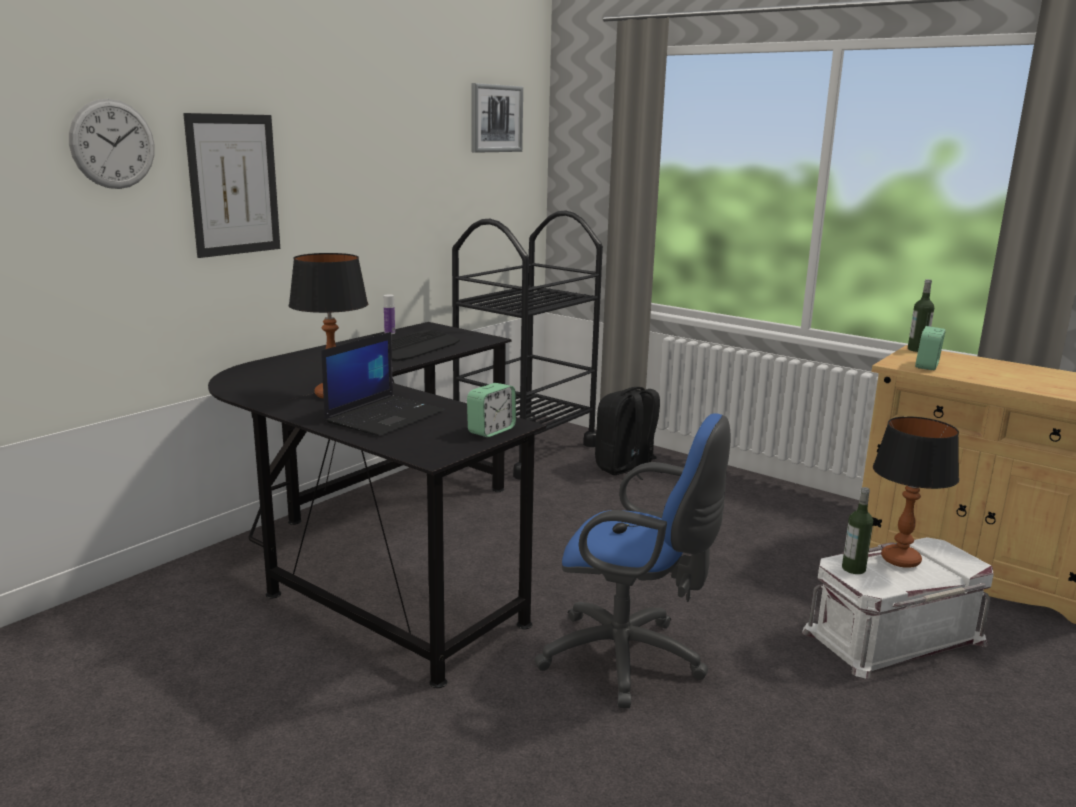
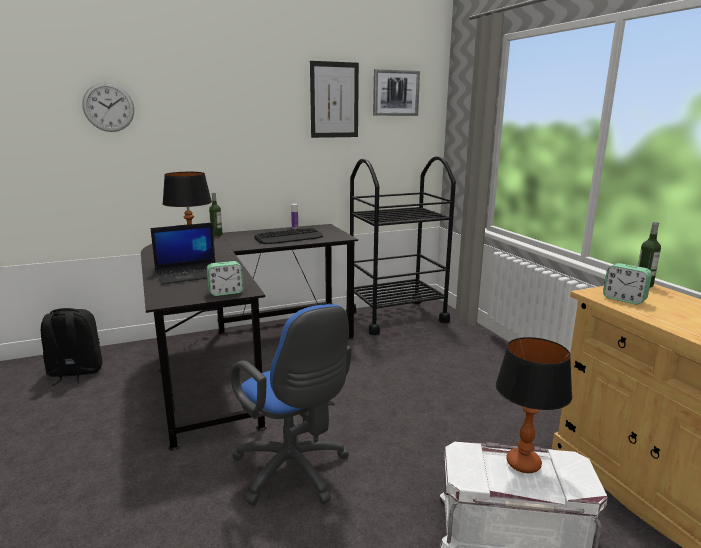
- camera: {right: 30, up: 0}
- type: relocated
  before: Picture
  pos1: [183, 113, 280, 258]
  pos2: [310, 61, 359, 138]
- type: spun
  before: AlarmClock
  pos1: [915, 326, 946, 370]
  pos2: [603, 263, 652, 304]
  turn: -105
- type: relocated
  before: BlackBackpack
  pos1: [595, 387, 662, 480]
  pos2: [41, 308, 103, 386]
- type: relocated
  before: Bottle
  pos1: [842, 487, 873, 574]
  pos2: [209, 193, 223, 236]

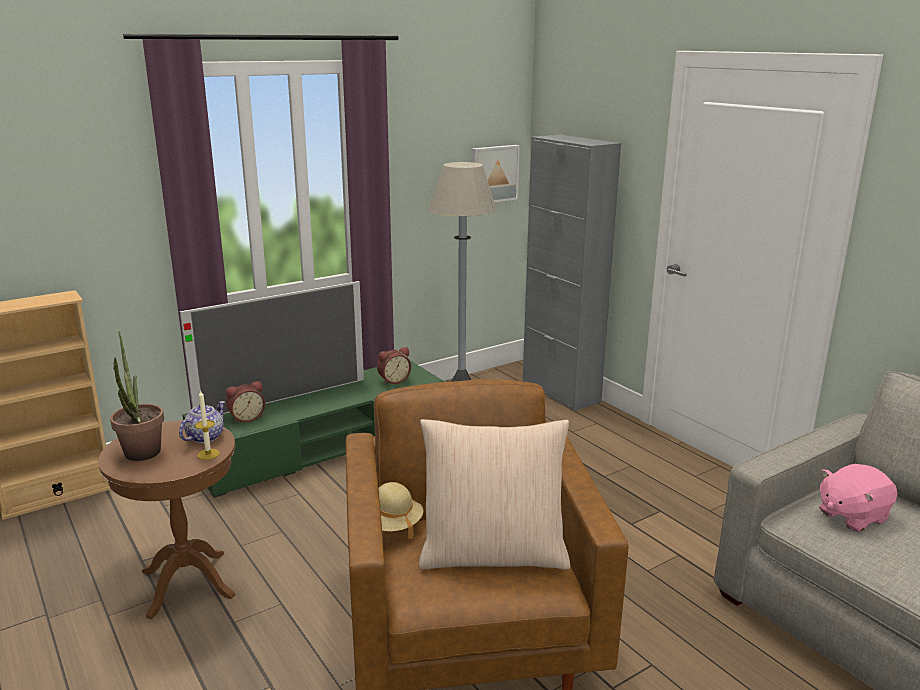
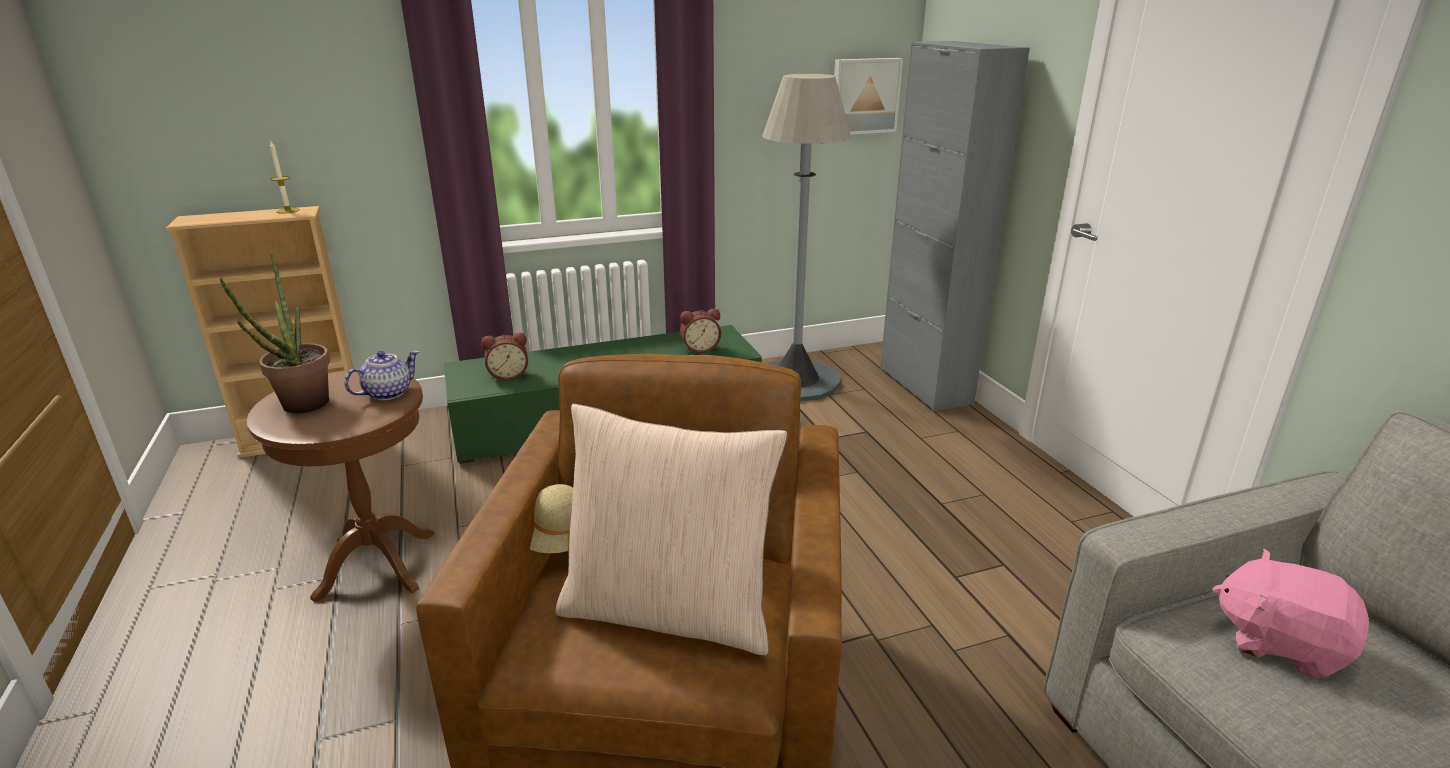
- camera: {right: 15, up: 5}
- type: missing
  before: Television
  pos1: [180, 281, 364, 414]
- type: relocated
  before: Candle
  pos1: [195, 389, 220, 460]
  pos2: [270, 141, 300, 214]
- type: spun
  before: PinkPlushToy
  pos1: [819, 464, 897, 532]
  pos2: [1212, 549, 1369, 678]
  turn: 45

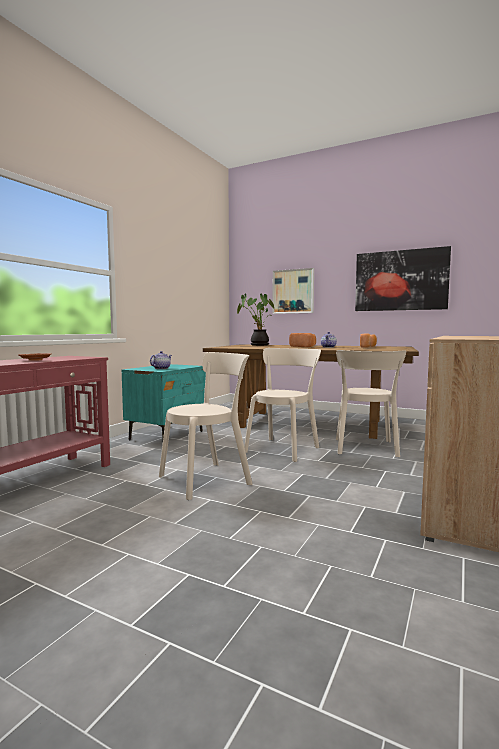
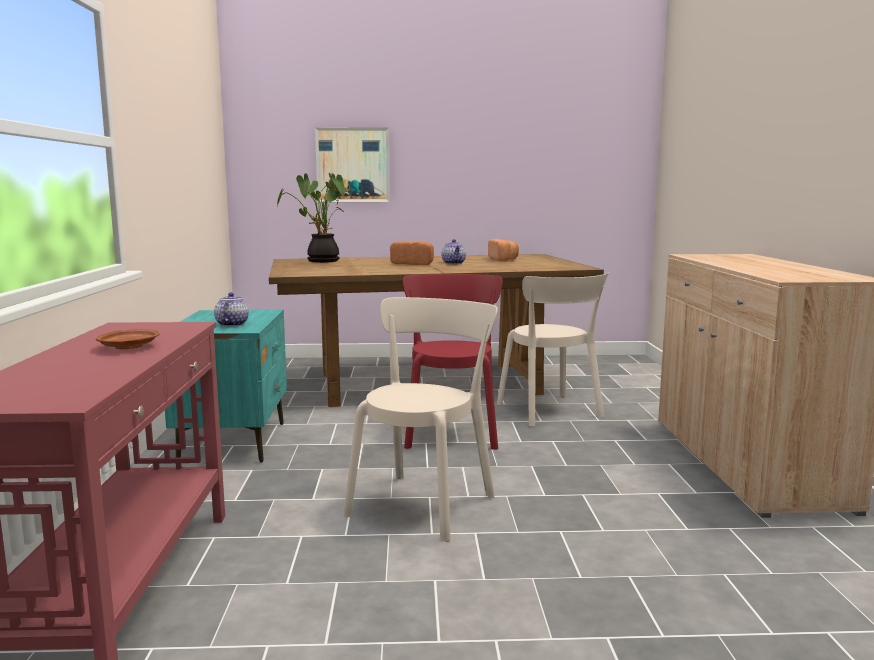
- camera: {right: -30, up: 5}
- type: missing
  before: Picture
  pos1: [355, 246, 451, 311]
- type: colour
  before: BeigeChair
  after: RedChair
  pos1: [244, 348, 321, 462]
  pos2: [403, 274, 503, 450]

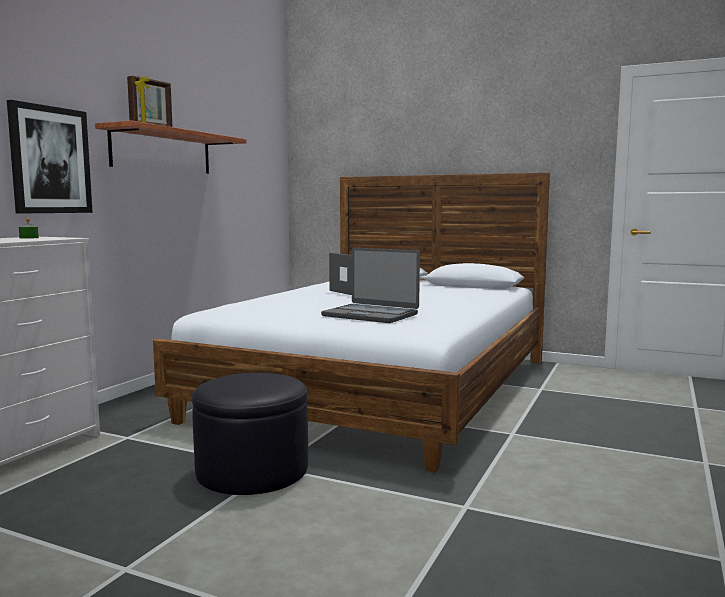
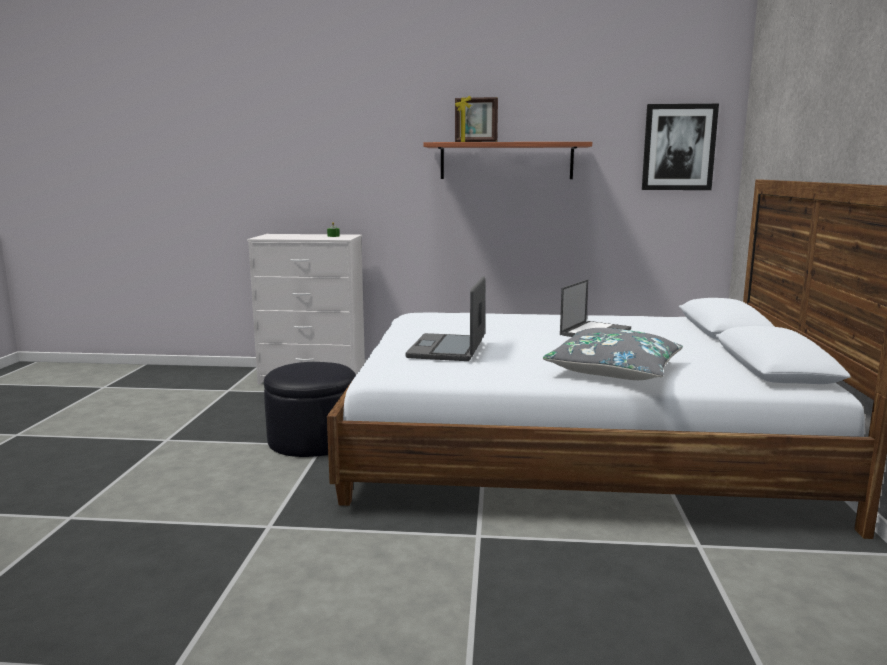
- camera: {right: 70, up: 5}
- type: relocated
  before: Picture
  pos1: [7, 100, 93, 214]
  pos2: [642, 104, 719, 190]
- type: appeared
  after: GreyPillow
  pos2: [543, 328, 683, 380]

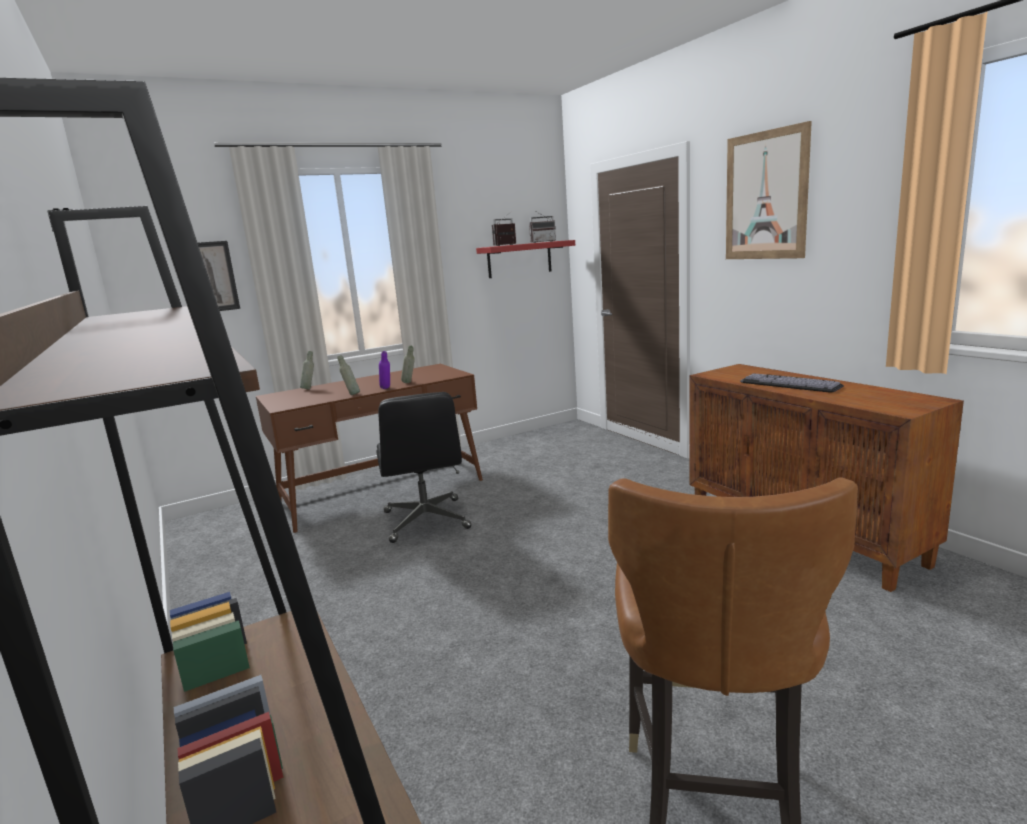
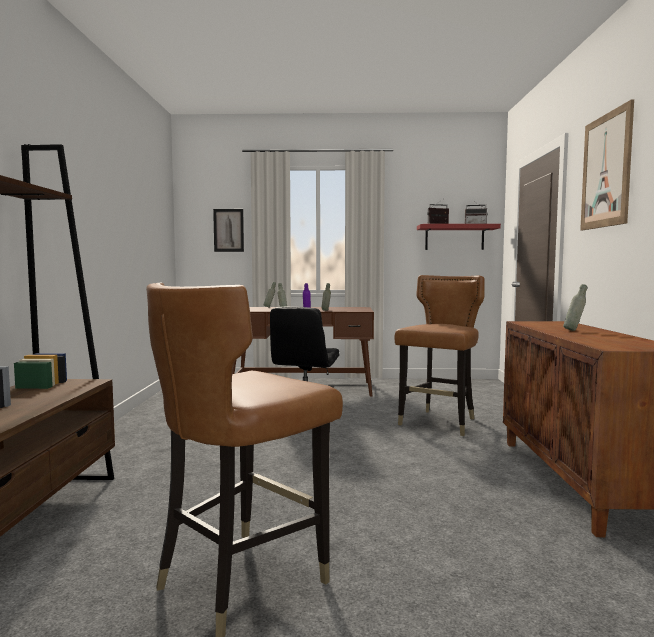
- camera: {right: 30, up: -10}
- type: exchanged
  before: Keyboard
  after: GreyBottle
  pos1: [740, 373, 844, 393]
  pos2: [563, 284, 587, 331]
- type: appeared
  after: BrownChair
  pos2: [394, 275, 485, 436]

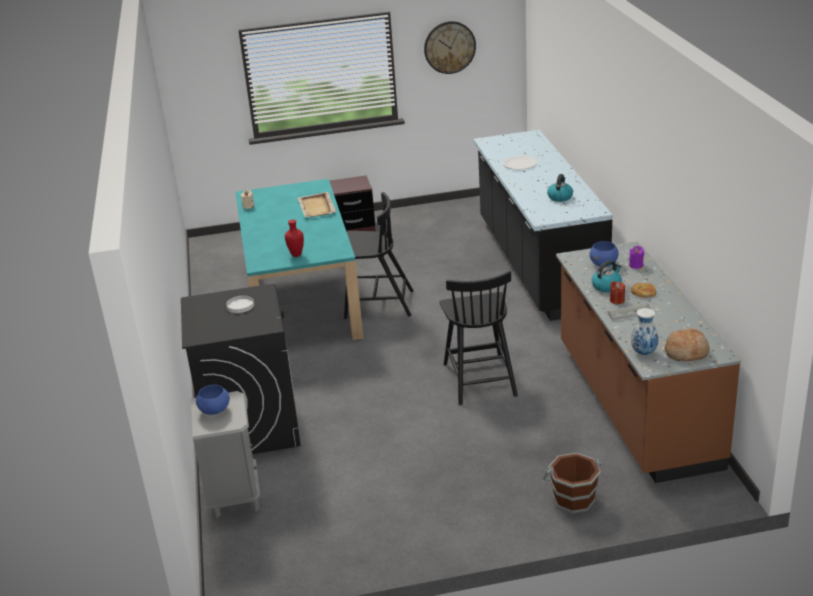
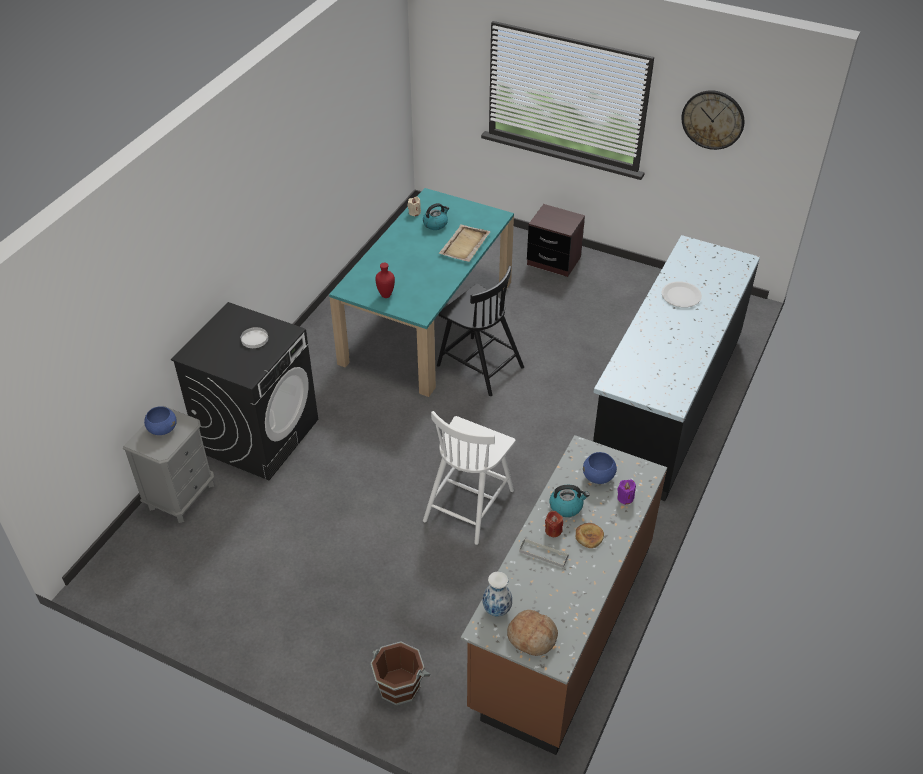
- camera: {right: 35, up: 15}
- type: relocated
  before: Kettle
  pos1: [547, 174, 573, 202]
  pos2: [423, 203, 449, 230]
- type: colour
  before: BlackChair
  after: WhiteChair
  pos1: [439, 271, 518, 405]
  pos2: [423, 411, 516, 545]

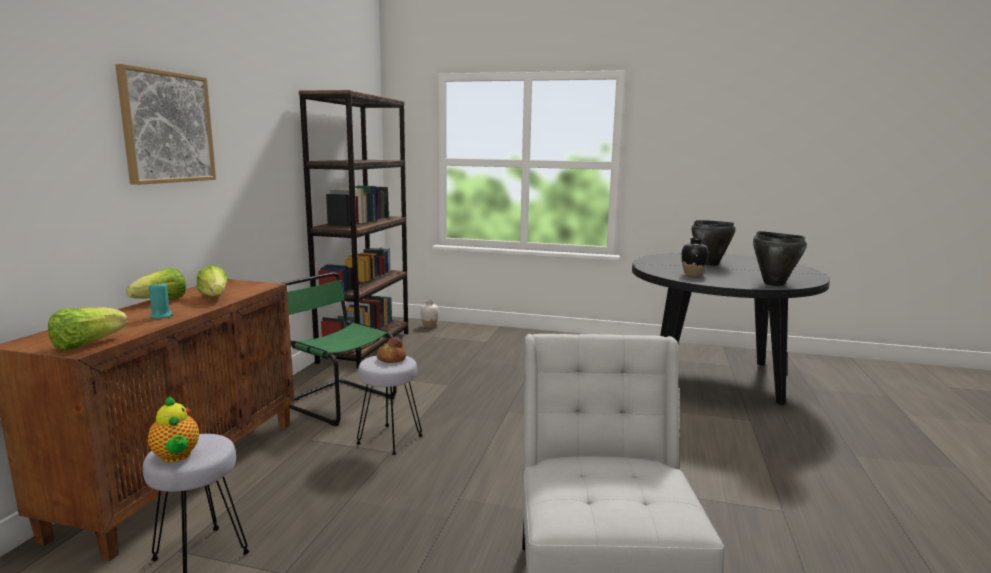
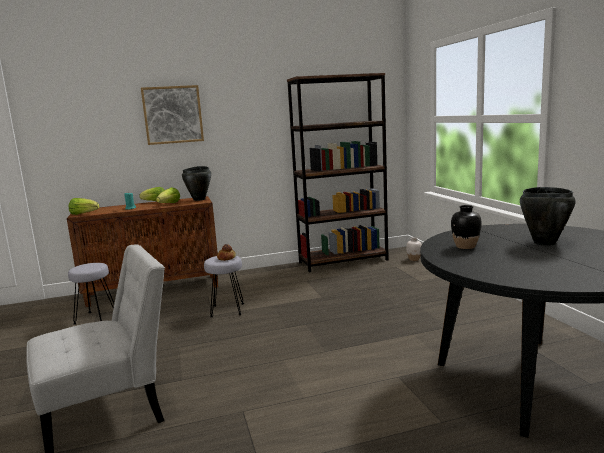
- camera: {right: 60, up: 0}
- type: relocated
  before: BlackCookingPot
  pos1: [753, 231, 807, 286]
  pos2: [182, 166, 211, 201]
- type: missing
  before: GreenChair
  pos1: [283, 272, 397, 426]
- type: missing
  before: Teapot
  pos1: [148, 396, 199, 462]

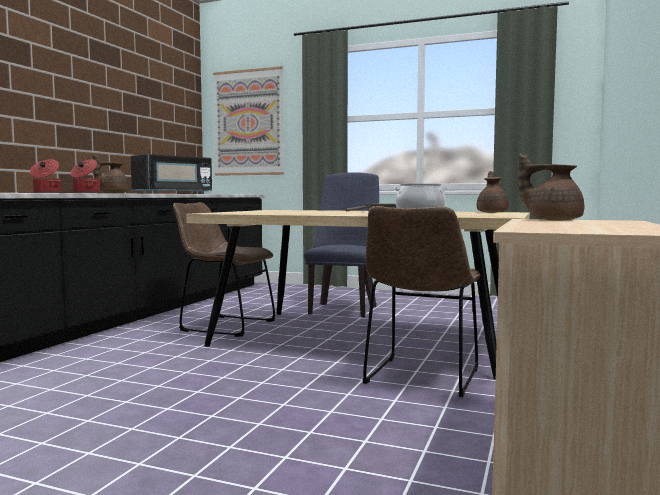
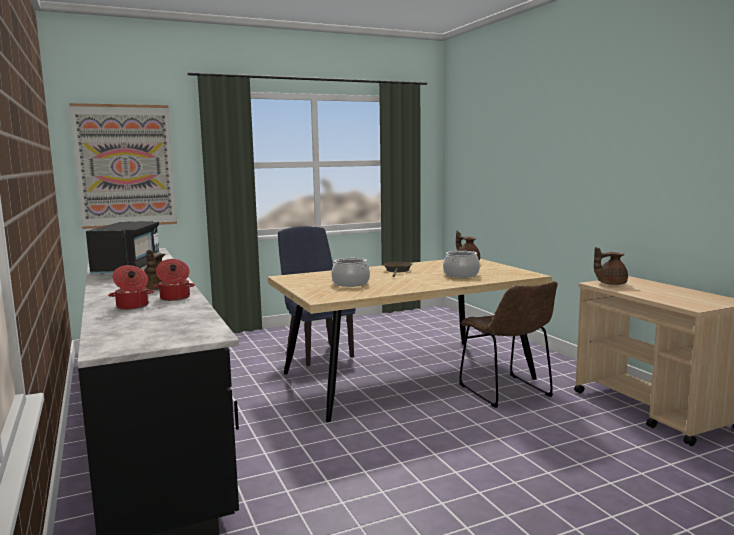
- camera: {right: -45, up: 5}
- type: missing
  before: BrownChair
  pos1: [173, 202, 276, 337]
- type: appeared
  after: CookingPot
  pos2: [331, 258, 370, 287]

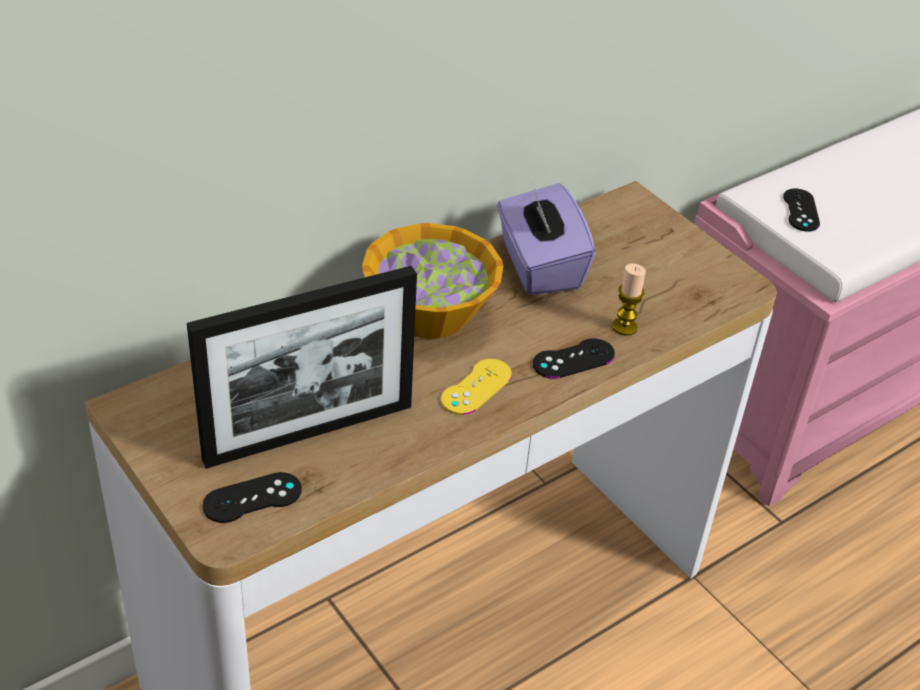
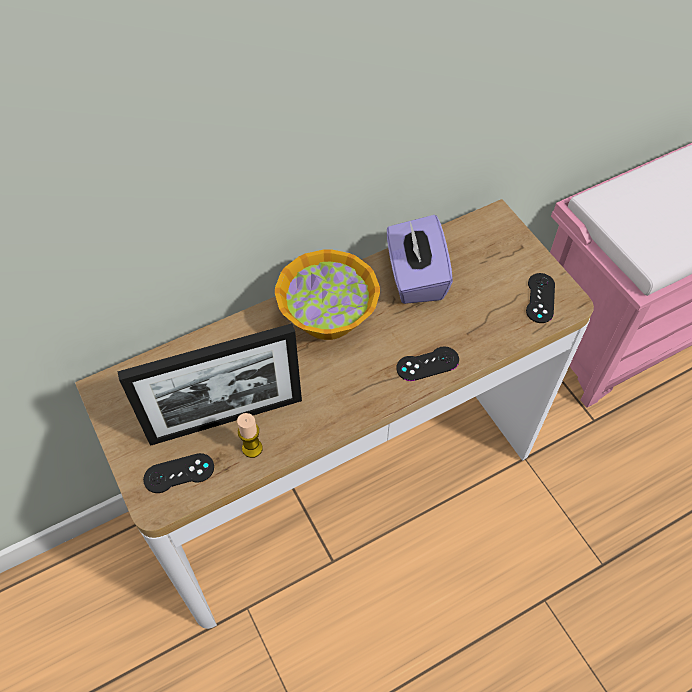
- camera: {right: 10, up: 15}
- type: relocated
  before: BlackGameController
  pos1: [783, 188, 820, 232]
  pos2: [526, 273, 555, 323]
- type: relocated
  before: Candle
  pos1: [612, 264, 646, 336]
  pos2: [237, 413, 263, 458]
- type: missing
  before: YellowGameController
  pos1: [441, 359, 512, 415]

